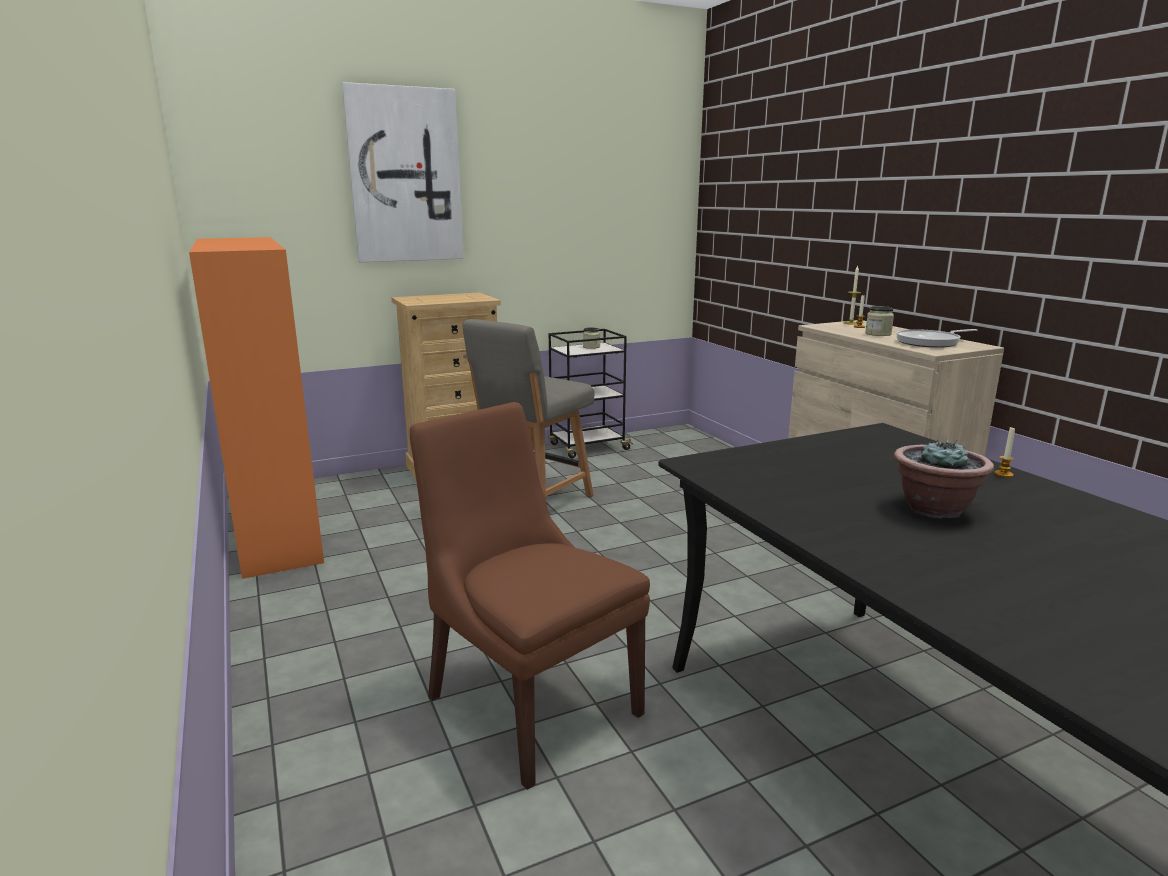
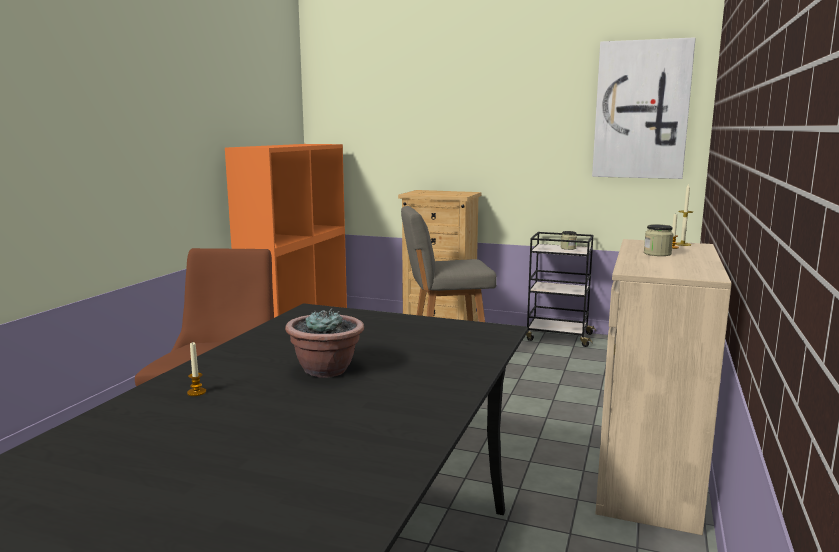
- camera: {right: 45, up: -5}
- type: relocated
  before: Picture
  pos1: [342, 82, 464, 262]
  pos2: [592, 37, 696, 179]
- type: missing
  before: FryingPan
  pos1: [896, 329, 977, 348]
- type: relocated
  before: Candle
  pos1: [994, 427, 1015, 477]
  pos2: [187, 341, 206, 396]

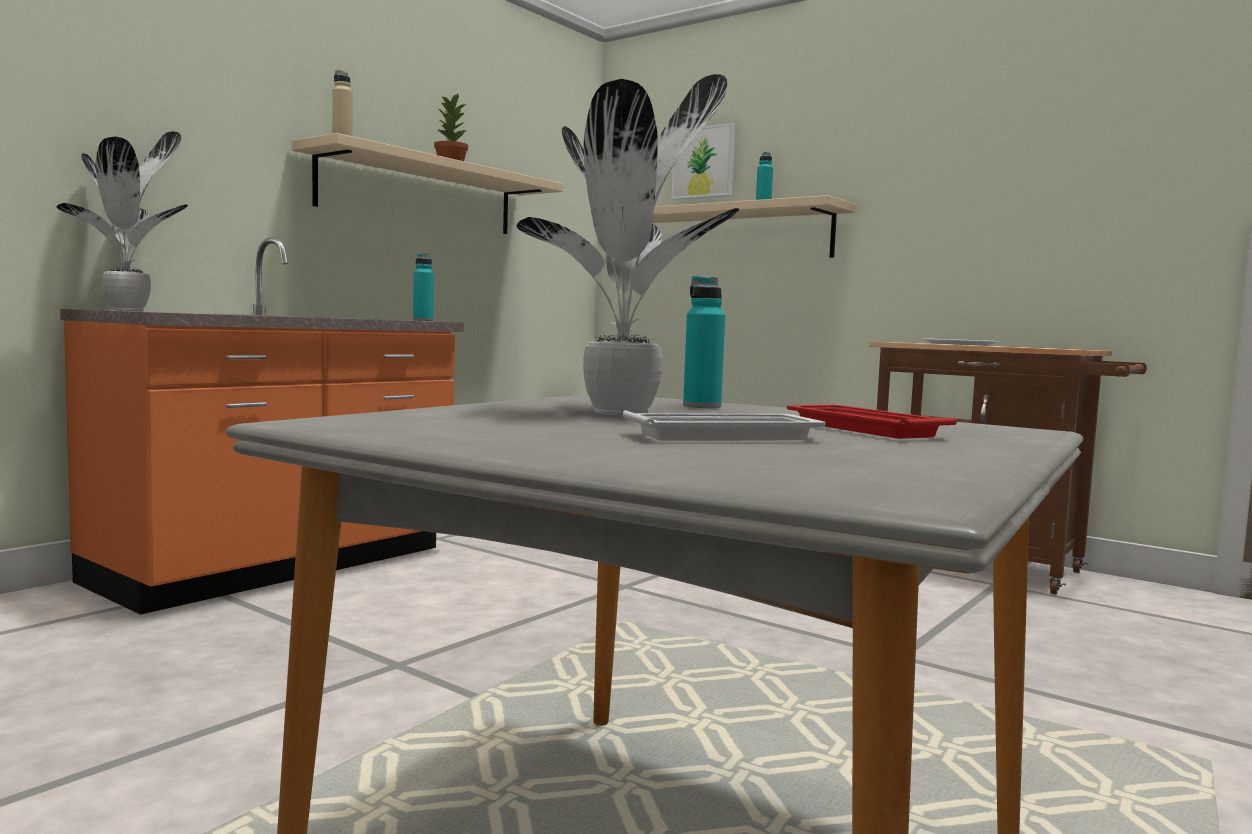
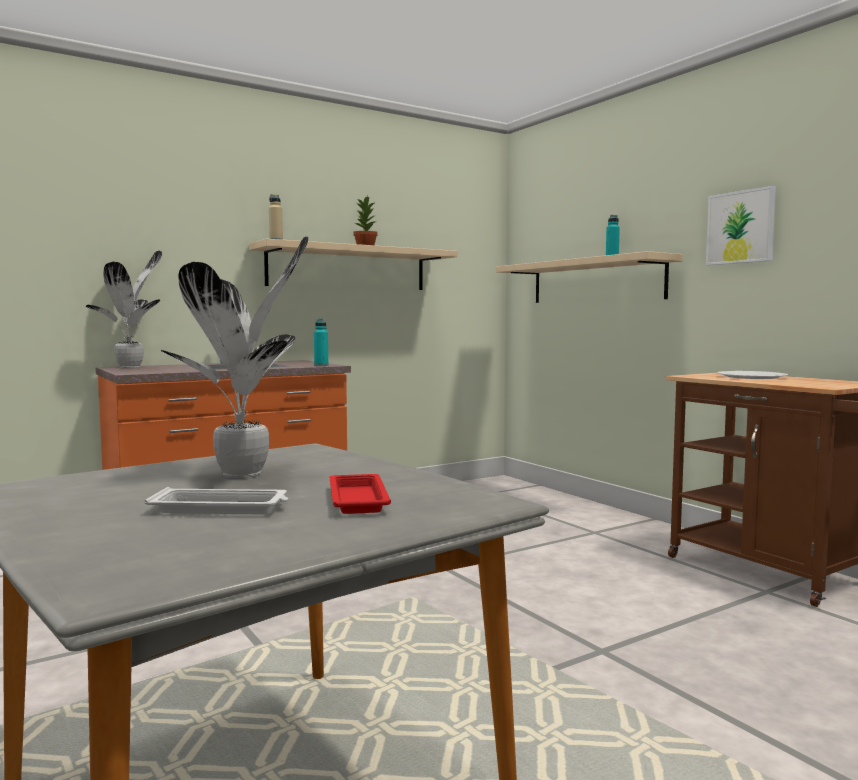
- camera: {right: 20, up: 0}
- type: relocated
  before: Picture
  pos1: [672, 123, 735, 200]
  pos2: [706, 186, 776, 265]
- type: missing
  before: TurquoiseBottle
  pos1: [683, 276, 725, 408]

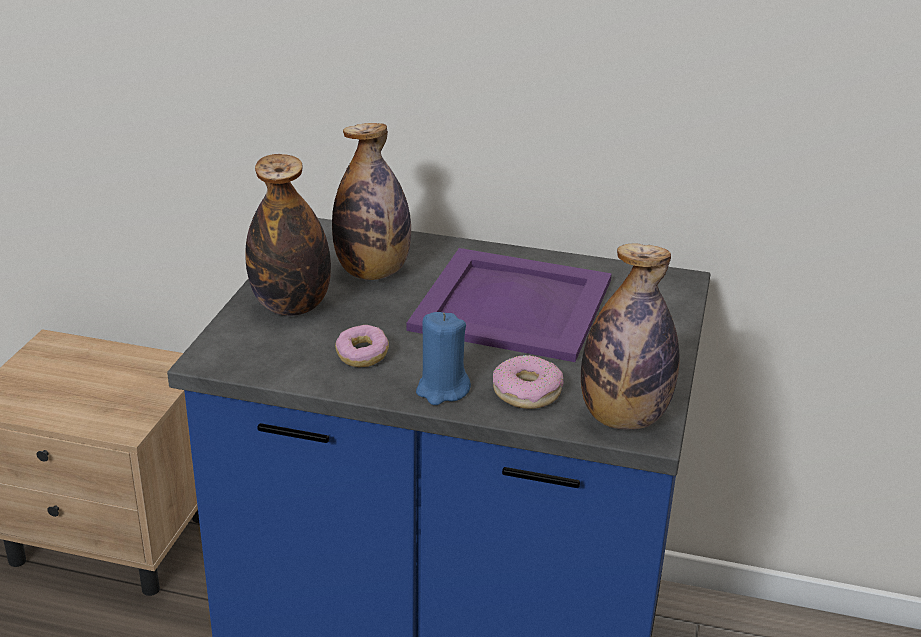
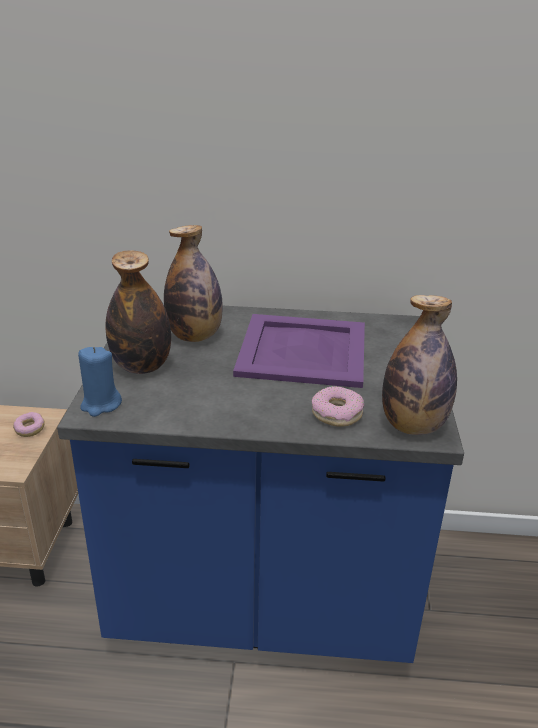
- camera: {right: -10, up: 0}
- type: relocated
  before: BlueCandle
  pos1: [416, 312, 471, 405]
  pos2: [78, 347, 122, 417]
- type: relocated
  before: Donut
  pos1: [335, 325, 389, 367]
  pos2: [13, 412, 45, 437]

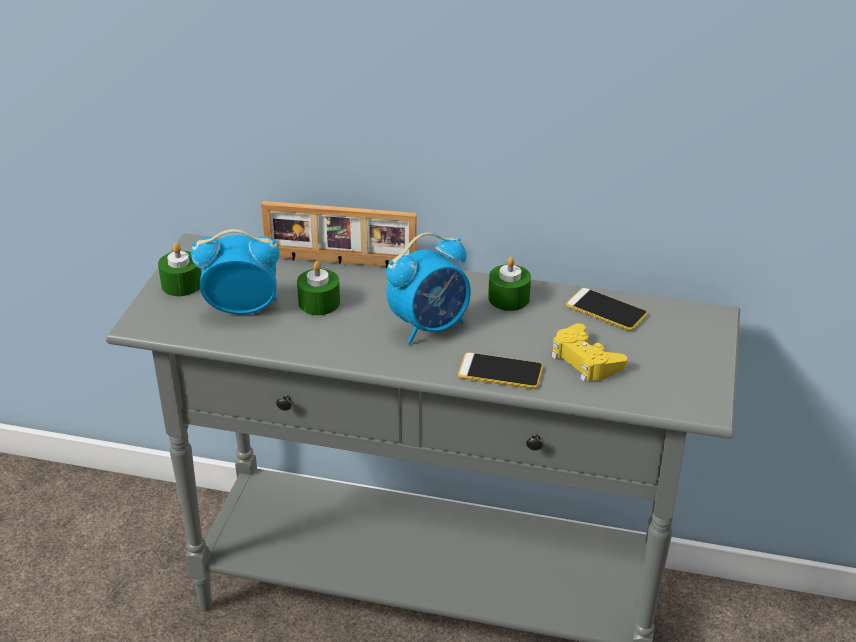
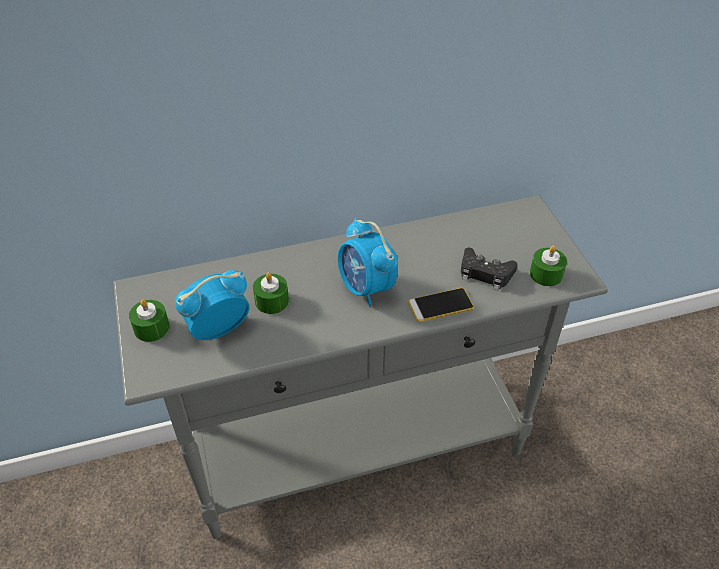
- camera: {right: -30, up: 10}
- type: missing
  before: PictureFrame
  pos1: [261, 201, 417, 269]
- type: spun
  before: AlarmClock
  pos1: [386, 233, 471, 344]
  pos2: [337, 218, 397, 308]
  turn: 120
- type: relocated
  before: GreenCandle
  pos1: [488, 257, 531, 311]
  pos2: [530, 246, 567, 286]
- type: missing
  before: Phone
  pos1: [566, 288, 648, 331]
- type: colour
  before: YellowGameController
  after: BlackGameController
  pos1: [551, 323, 627, 382]
  pos2: [461, 248, 518, 291]

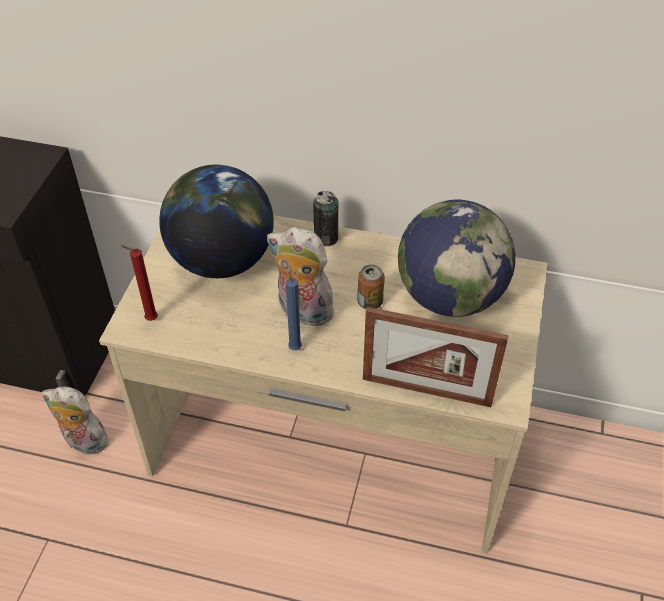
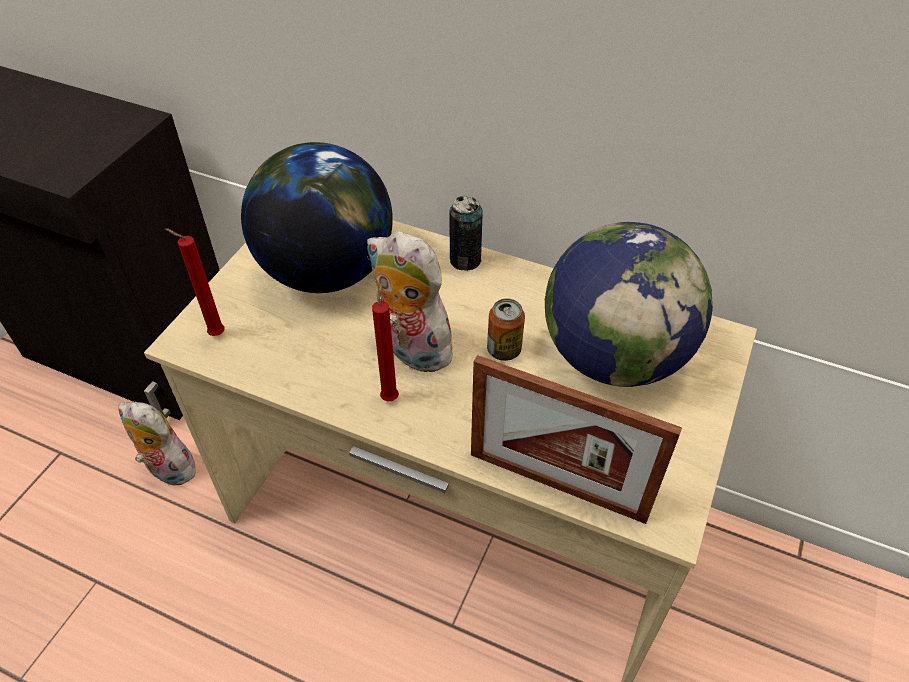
- camera: {right: 10, up: 0}
- type: colour
  before: BlueCandle
  after: RedCandle
  pos1: [286, 265, 302, 350]
  pos2: [372, 282, 399, 402]

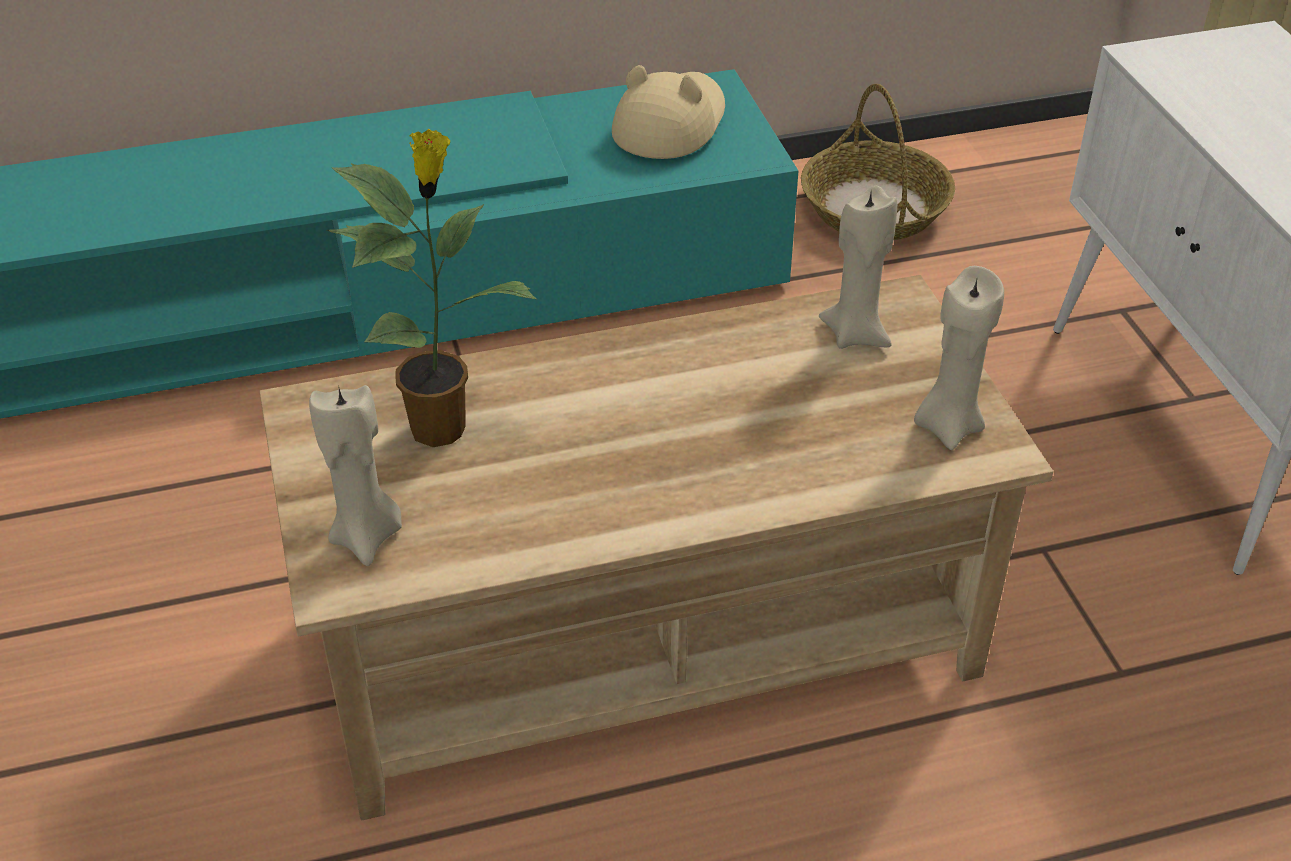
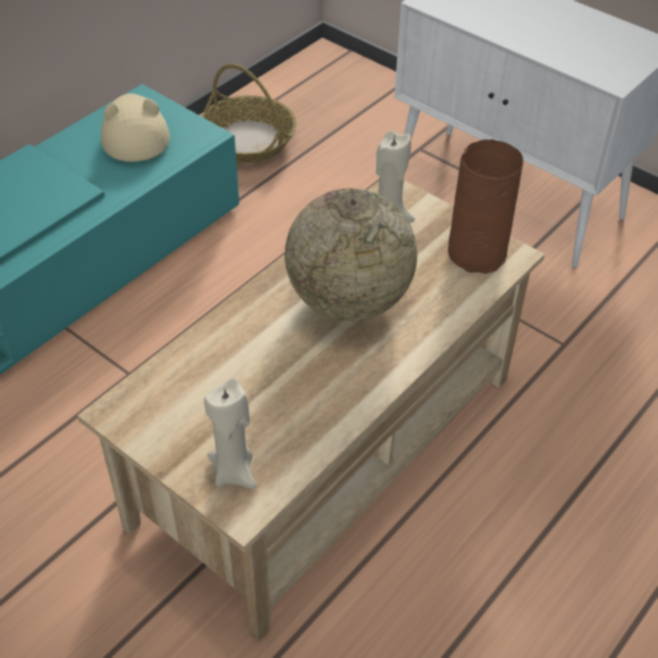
- camera: {right: -35, up: 5}
- type: missing
  before: PottedPlant
  pos1: [327, 129, 537, 447]
- type: exchanged
  before: BeigeCandle
  after: BrownVase
  pos1: [914, 266, 1004, 450]
  pos2: [448, 139, 523, 274]
- type: appeared
  after: Globe
  pos2: [285, 188, 417, 321]

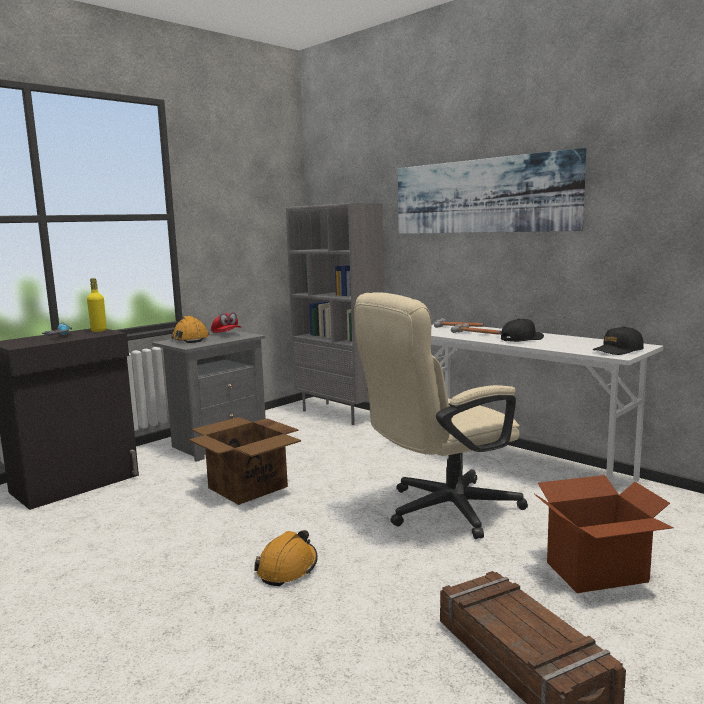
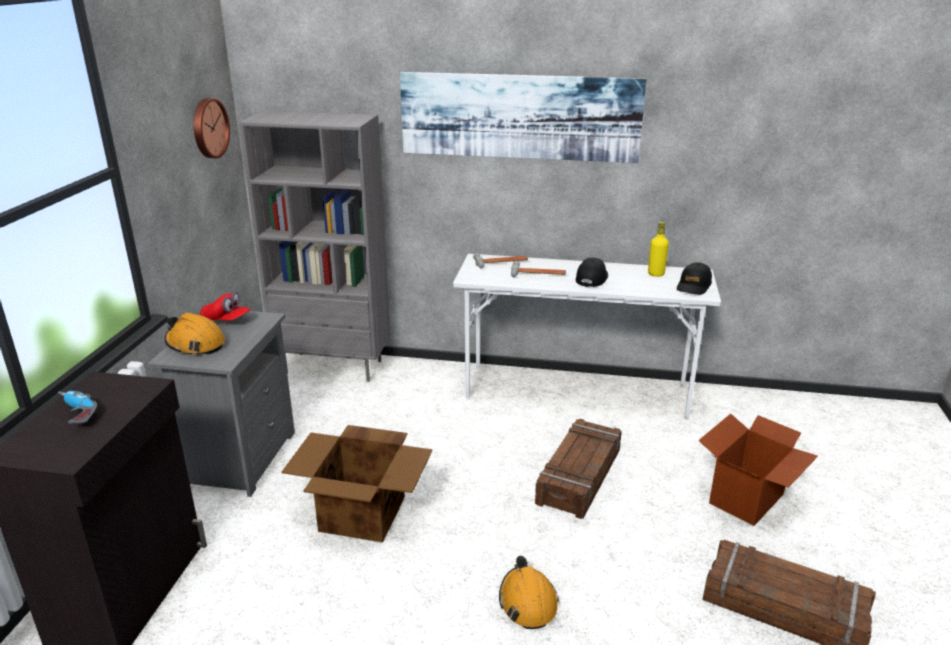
- camera: {right: -35, up: 15}
- type: relocated
  before: YellowBottle
  pos1: [87, 278, 107, 332]
  pos2: [648, 222, 669, 277]
- type: exchanged
  before: BeigeOfficeChair
  after: Crate
  pos1: [354, 292, 528, 539]
  pos2: [535, 418, 622, 519]
- type: appeared
  after: WallClock
  pos2: [194, 98, 230, 158]

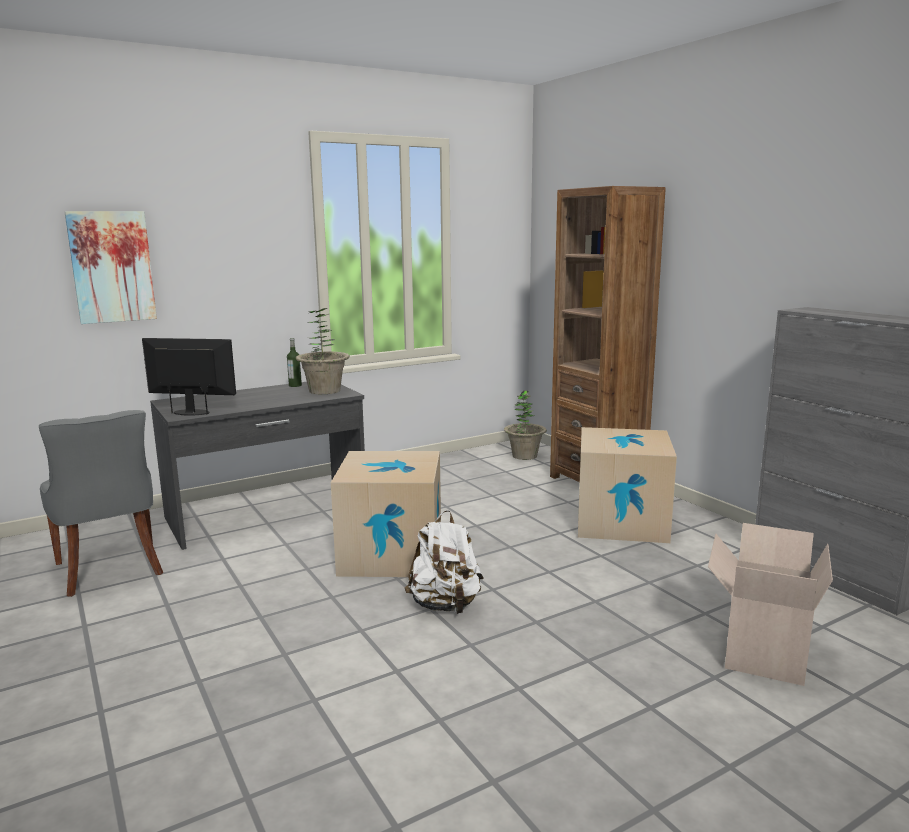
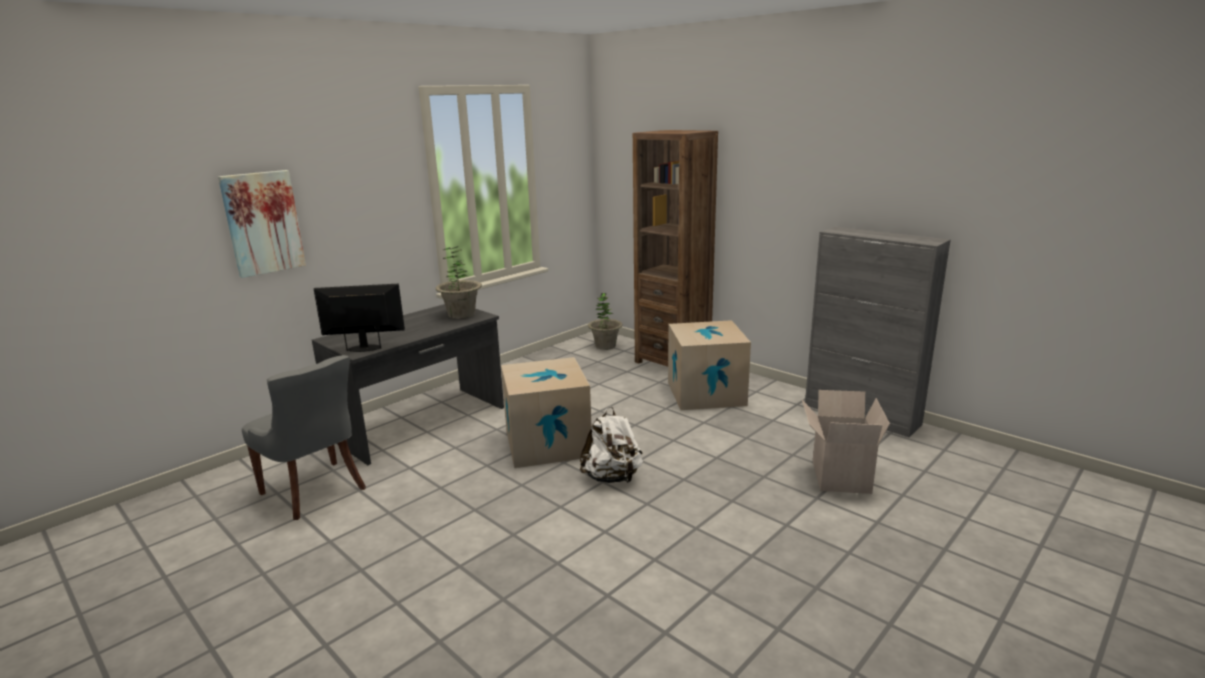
- camera: {right: -15, up: 5}
- type: missing
  before: Bottle
  pos1: [287, 338, 302, 387]

